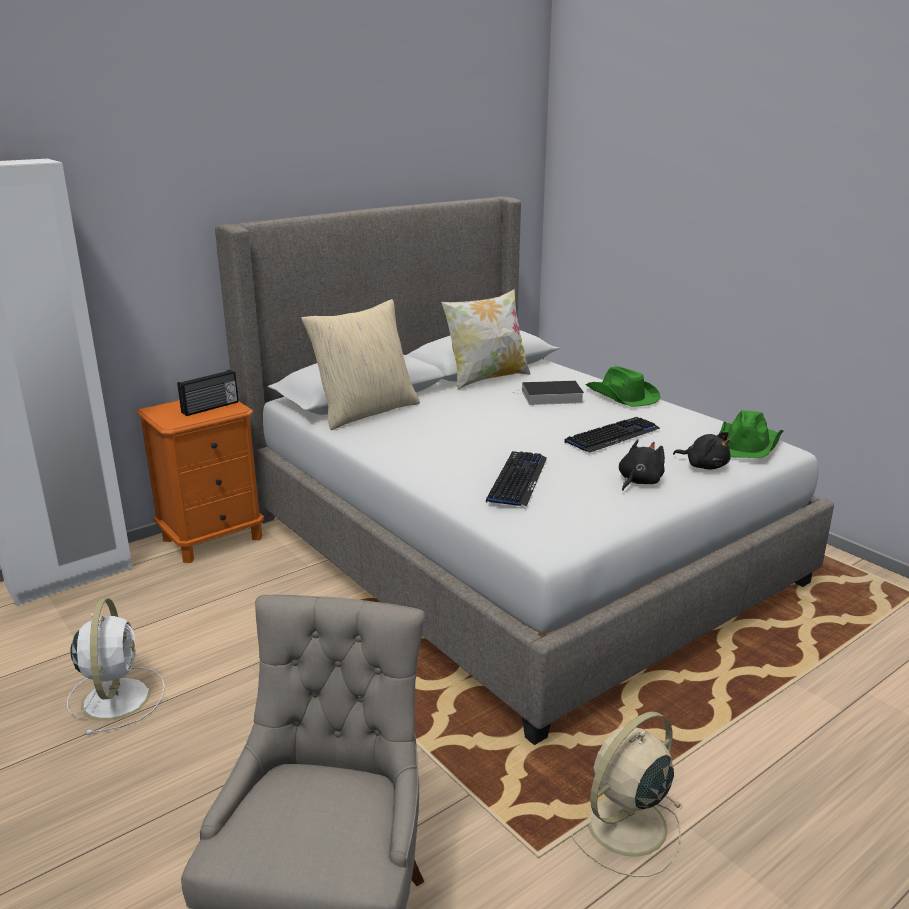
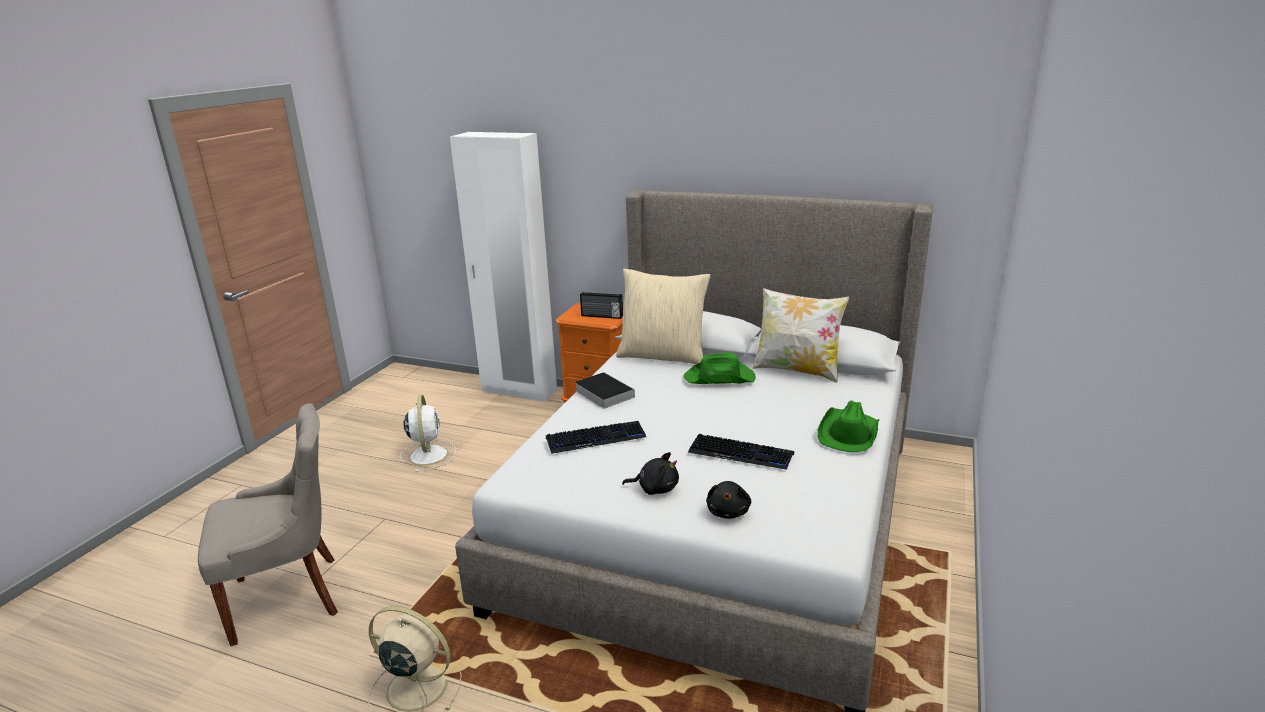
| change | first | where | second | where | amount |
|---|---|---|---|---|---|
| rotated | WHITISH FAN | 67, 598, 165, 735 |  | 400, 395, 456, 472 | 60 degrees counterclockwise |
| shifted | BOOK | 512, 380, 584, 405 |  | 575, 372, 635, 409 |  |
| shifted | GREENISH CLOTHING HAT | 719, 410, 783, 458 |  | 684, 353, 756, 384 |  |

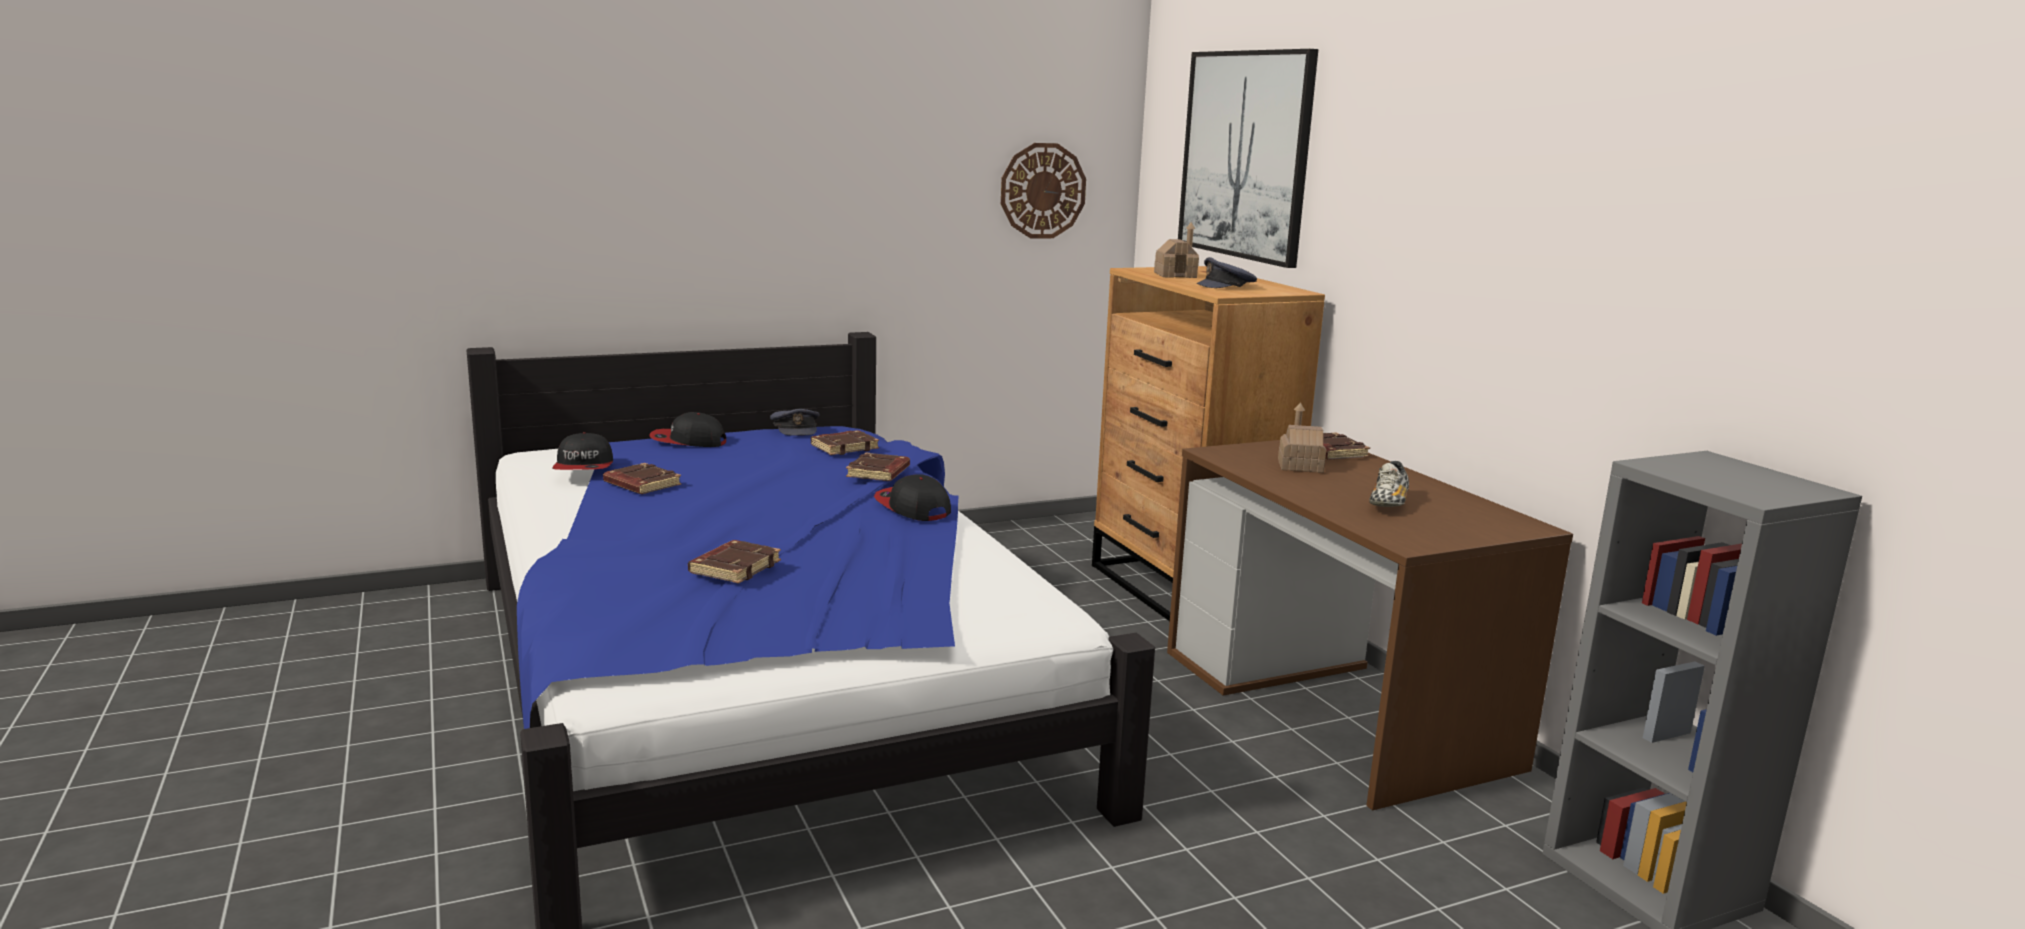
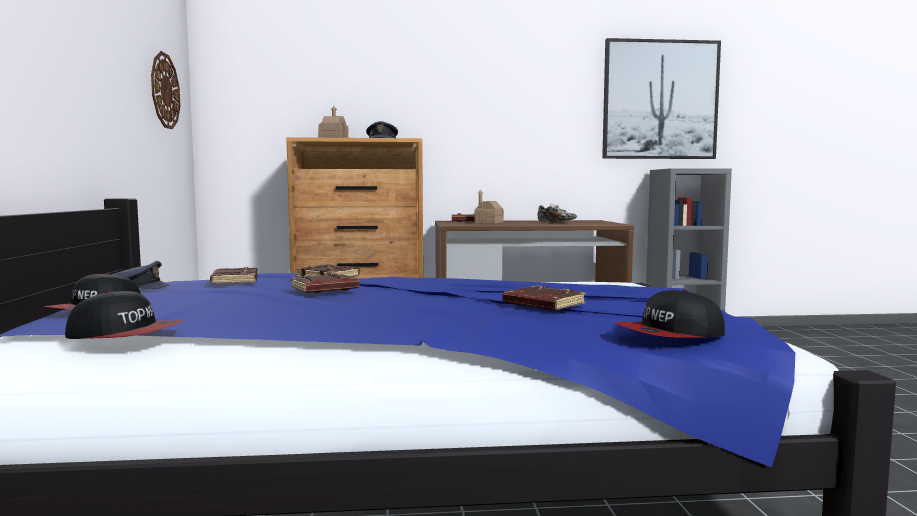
| change | first | where | second | where | amount |
|---|---|---|---|---|---|
| shifted | BROWN-COLOURED BOOK | 603, 463, 681, 494 |  | 291, 273, 359, 293 |  |
| shifted | PEAKED CAP | 874, 474, 951, 521 |  | 614, 290, 725, 338 |  |
| shifted | WALL ART | 1178, 49, 1318, 268 |  | 602, 38, 721, 159 |  |

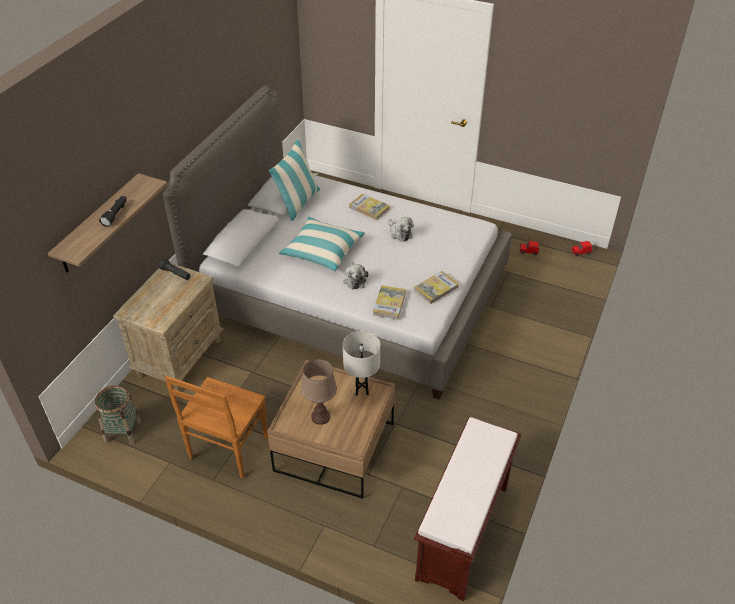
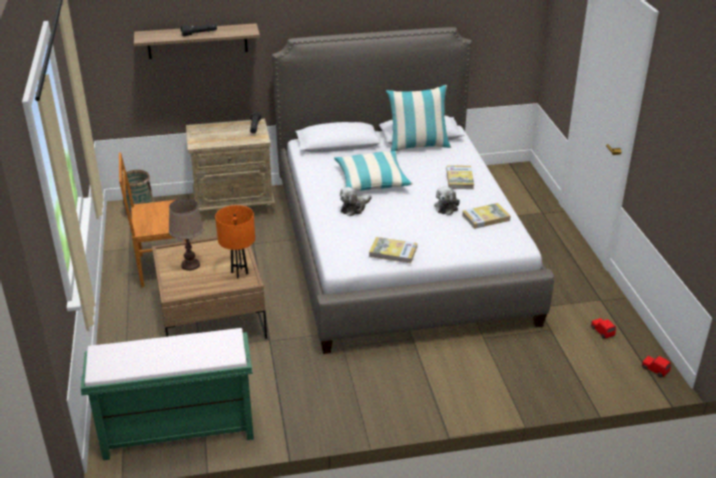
| change | first | where | second | where | amount |
|---|---|---|---|---|---|
| repainted | WHITISH TABLE LAMP | 343, 331, 381, 396 | ORANGE TABLE LAMP | 215, 205, 255, 279 |  |
| shifted | BOOK | 373, 285, 406, 319 |  | 462, 203, 511, 229 |  |
| repainted | BROWN-COLOURED INDOOR BENCH | 414, 417, 521, 601 | GREENISH INDOOR BENCH | 81, 328, 254, 460 |  |

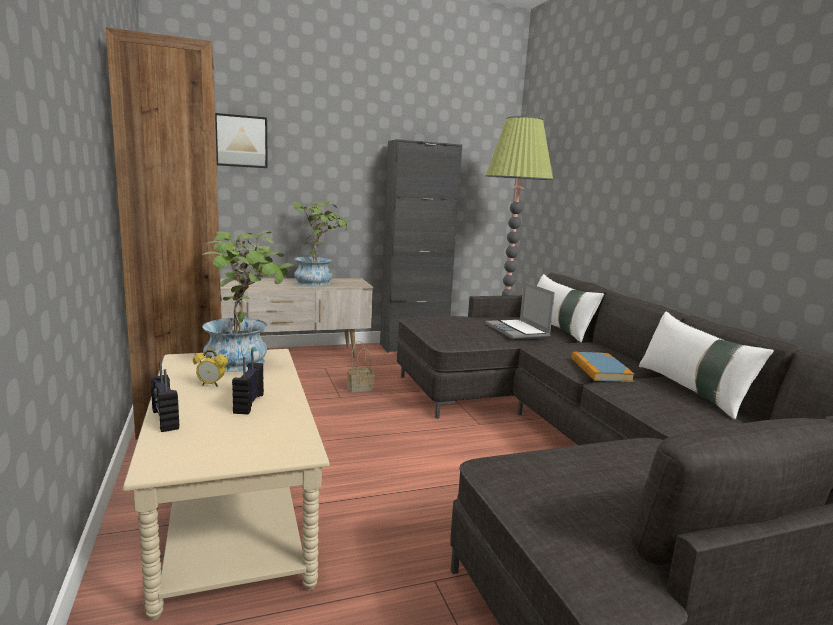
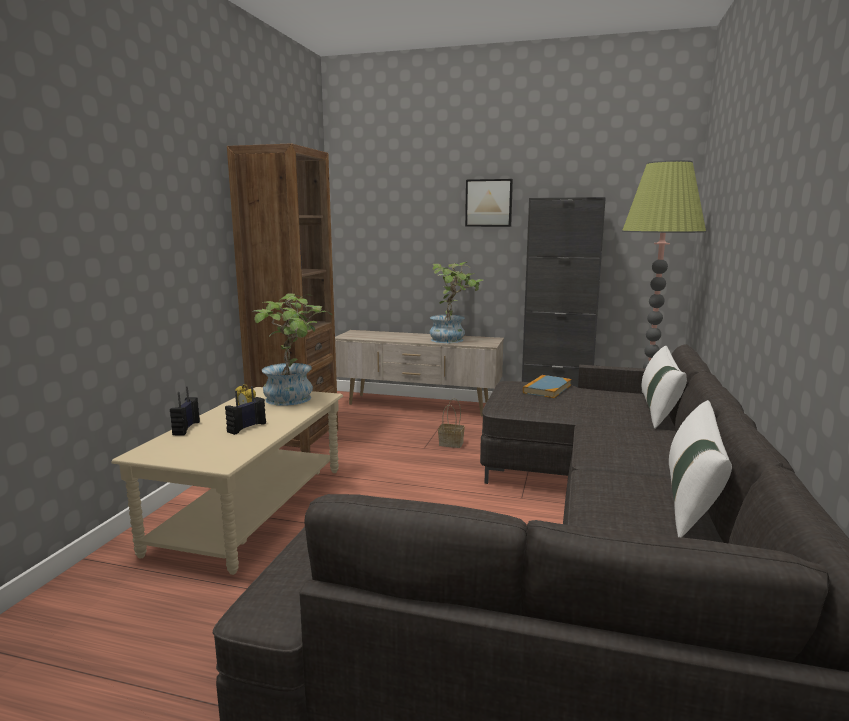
| change | first | where | second | where | amount |
|---|---|---|---|---|---|
| shifted | WALL ART | 215, 113, 268, 168 |  | 465, 179, 513, 227 |  |
| gone | LAPTOP | 486, 282, 555, 339 |  |  |  |
| shifted | BOOK | 572, 352, 635, 382 |  | 523, 375, 571, 398 |  |

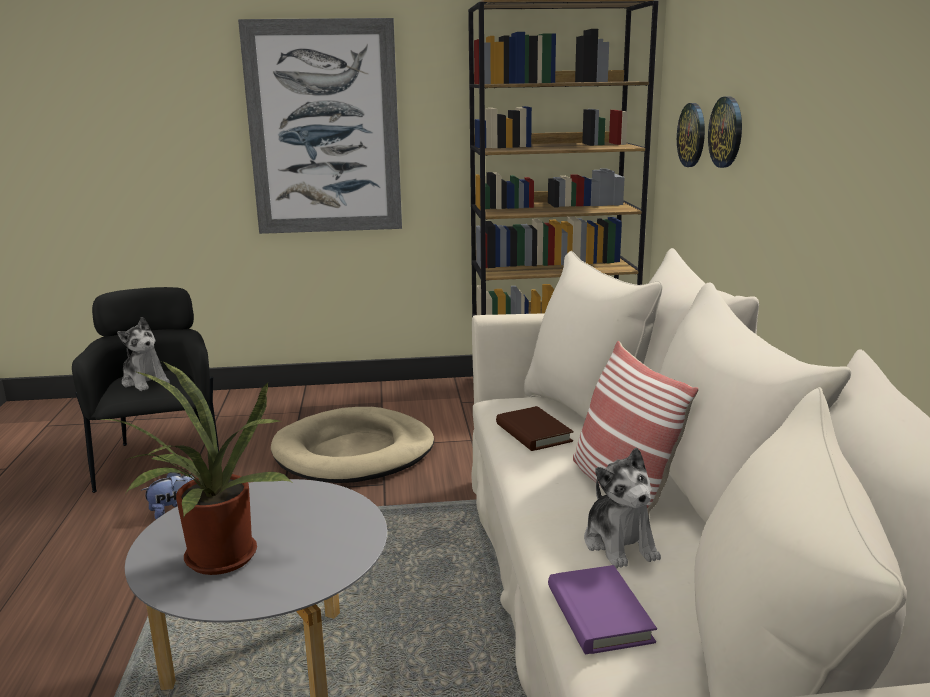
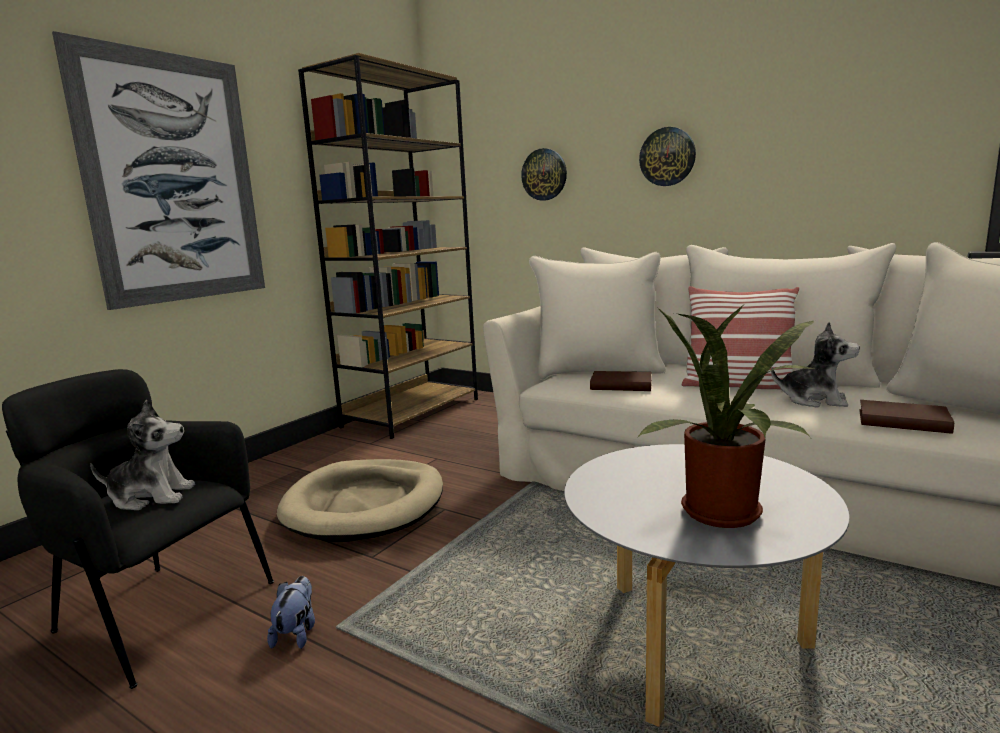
| change | first | where | second | where | amount |
|---|---|---|---|---|---|
| repainted | PURPLE BOOK | 548, 565, 657, 654 | BROWN-COLOURED BOOK | 859, 400, 954, 434 |  |
| shifted | CLOCK ON THE WALL | 677, 103, 705, 167 |  | 639, 127, 696, 186 |  |

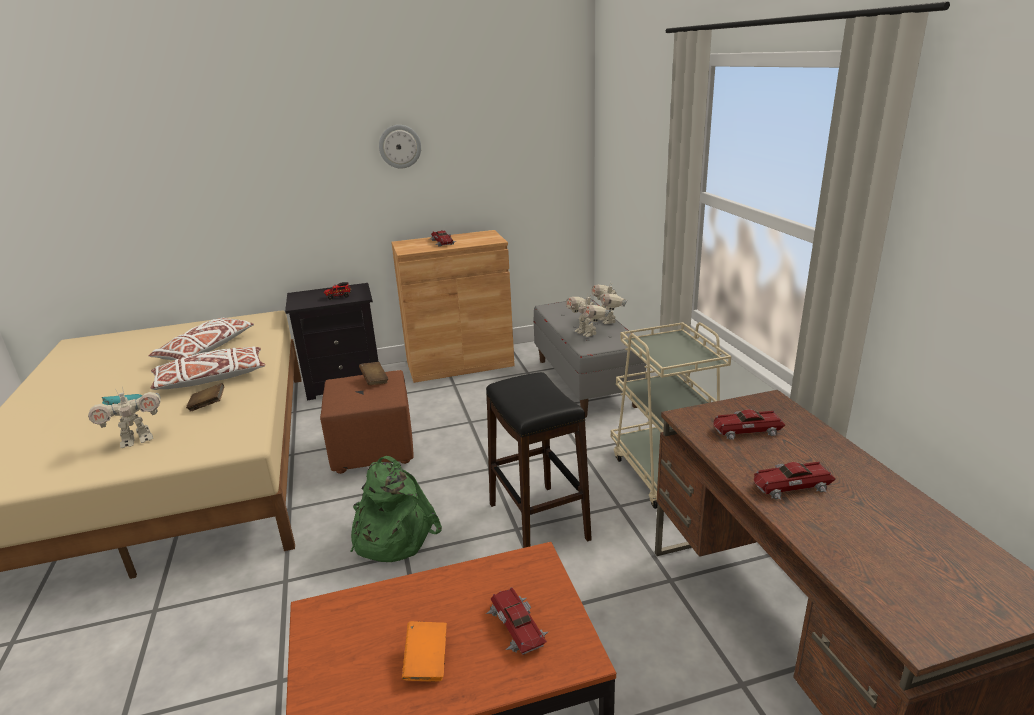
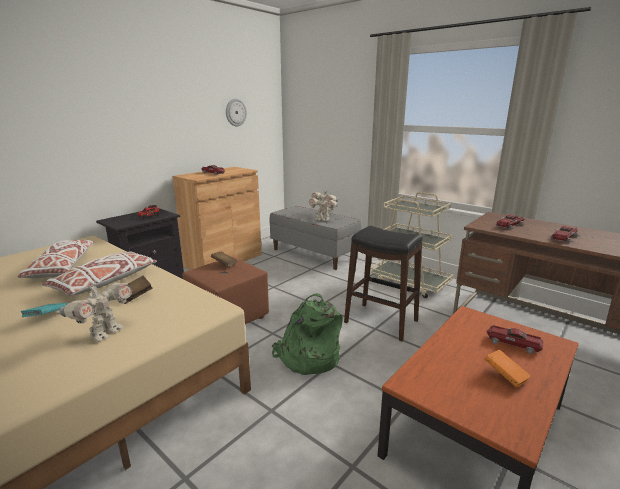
| change | first | where | second | where | amount |
|---|---|---|---|---|---|
| shifted | CLOCK ON THE WALL | 379, 125, 421, 169 |  | 226, 98, 247, 126 |  |

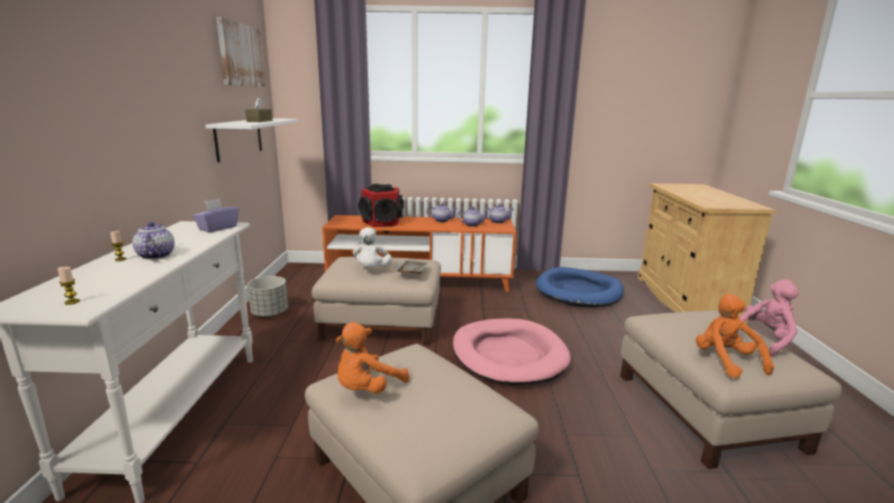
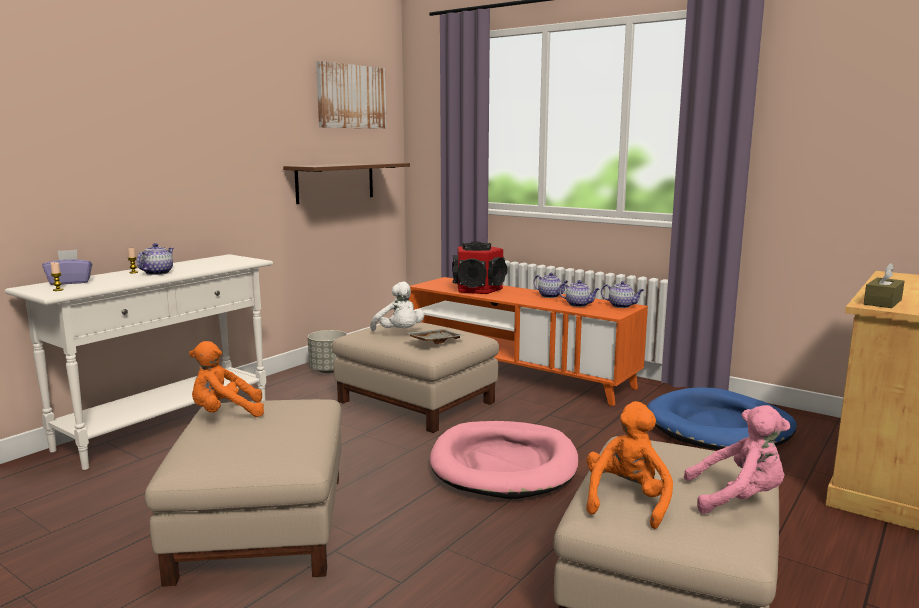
| change | first | where | second | where | amount |
|---|---|---|---|---|---|
| shifted | PURPLE BOX OF TISSUES | 193, 198, 239, 232 |  | 42, 249, 92, 285 |  |
| repainted | WHITISH WALL SHELF | 205, 118, 298, 162 | BROWN-COLOURED WALL SHELF | 283, 162, 410, 204 |  |
| shifted | BROWN-COLOURED BOX OF TISSUES | 245, 97, 273, 122 |  | 864, 263, 905, 308 |  |
| rotated | WHITISH CUDDLY TOY | 353, 227, 392, 267 |  | 370, 282, 424, 331 | 75 degrees counterclockwise |

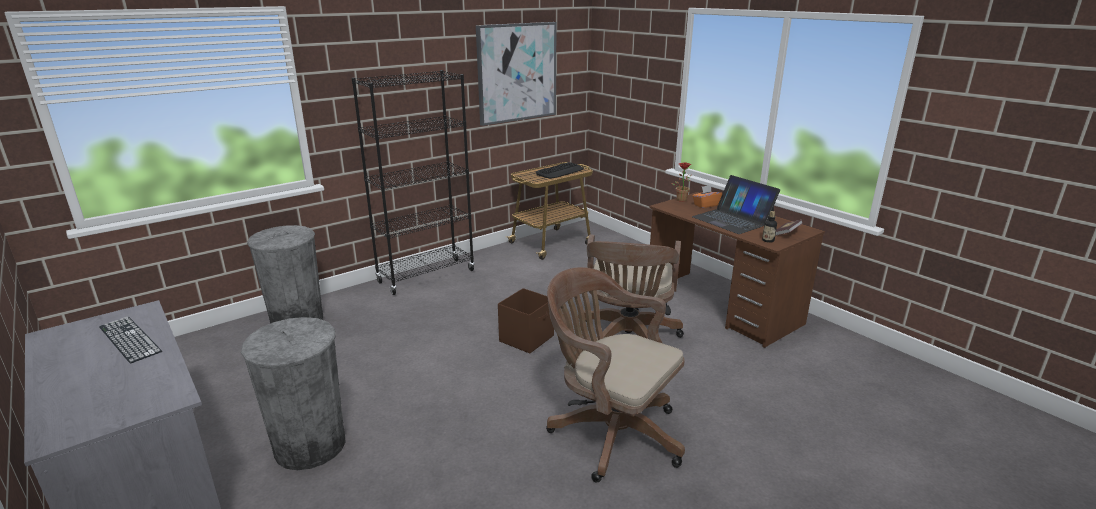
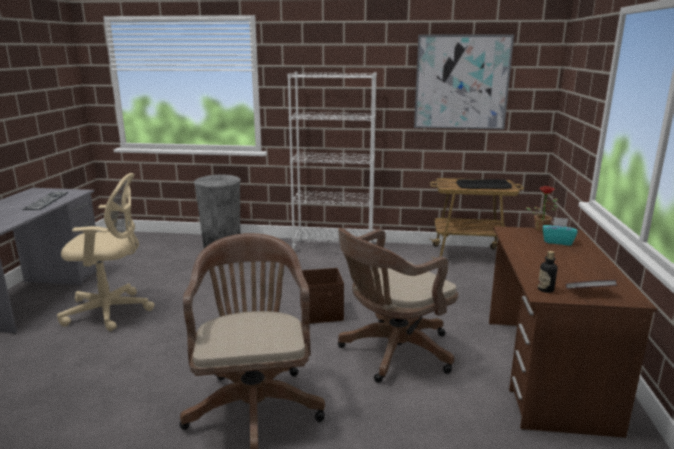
| change | first | where | second | where | amount |
|---|---|---|---|---|---|
| swapped | GRAY WASTE BIN | 241, 317, 346, 470 | SAND-COLOURED OFFICE CHAIR | 57, 173, 155, 331 |  |
| repainted | BLACK-COLOURED BOOKSHELF | 352, 70, 475, 295 | WHITISH BOOKSHELF | 287, 72, 377, 251 |  |
| gone | LAPTOP | 692, 175, 780, 234 |  |  |  |
| repainted | ORANGE BOX OF TISSUES | 693, 185, 722, 208 | TURQUOISE-COLOURED BOX OF TISSUES | 543, 217, 578, 245 |  |

